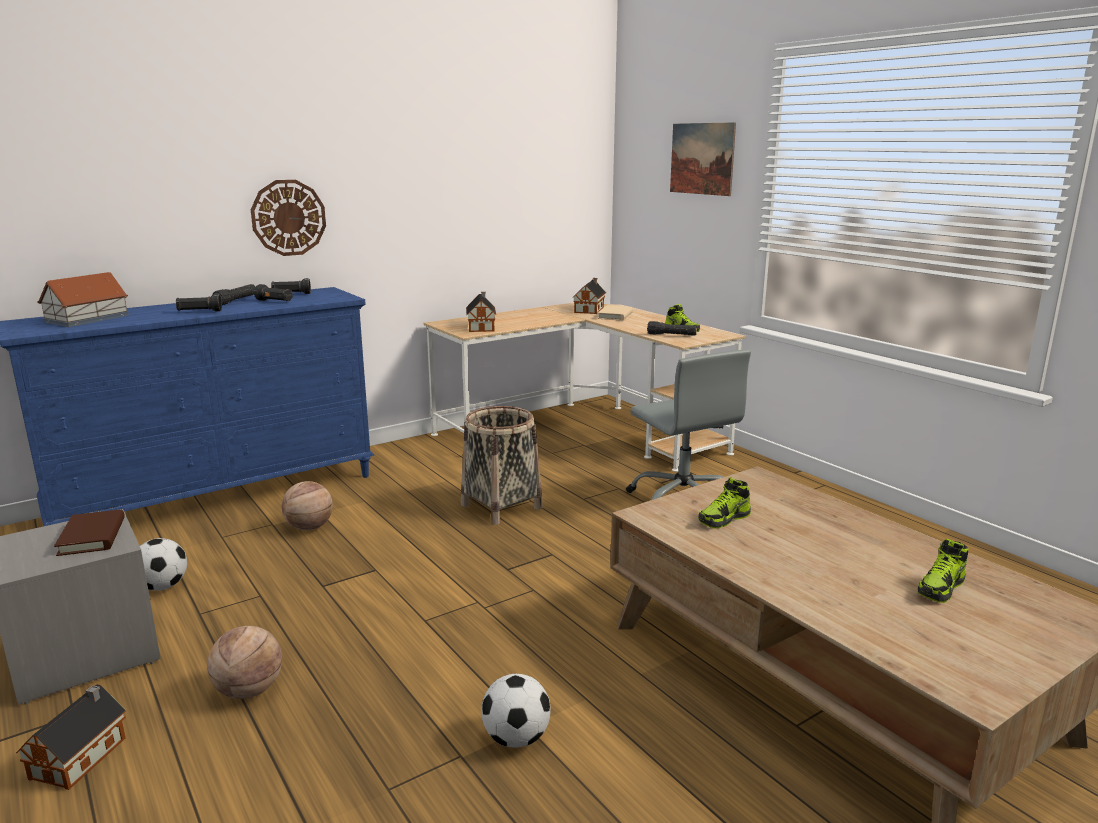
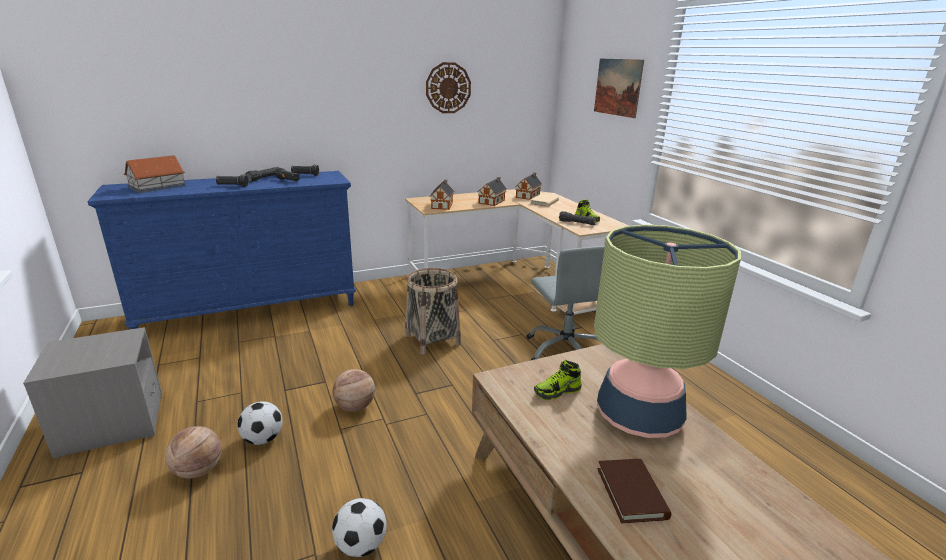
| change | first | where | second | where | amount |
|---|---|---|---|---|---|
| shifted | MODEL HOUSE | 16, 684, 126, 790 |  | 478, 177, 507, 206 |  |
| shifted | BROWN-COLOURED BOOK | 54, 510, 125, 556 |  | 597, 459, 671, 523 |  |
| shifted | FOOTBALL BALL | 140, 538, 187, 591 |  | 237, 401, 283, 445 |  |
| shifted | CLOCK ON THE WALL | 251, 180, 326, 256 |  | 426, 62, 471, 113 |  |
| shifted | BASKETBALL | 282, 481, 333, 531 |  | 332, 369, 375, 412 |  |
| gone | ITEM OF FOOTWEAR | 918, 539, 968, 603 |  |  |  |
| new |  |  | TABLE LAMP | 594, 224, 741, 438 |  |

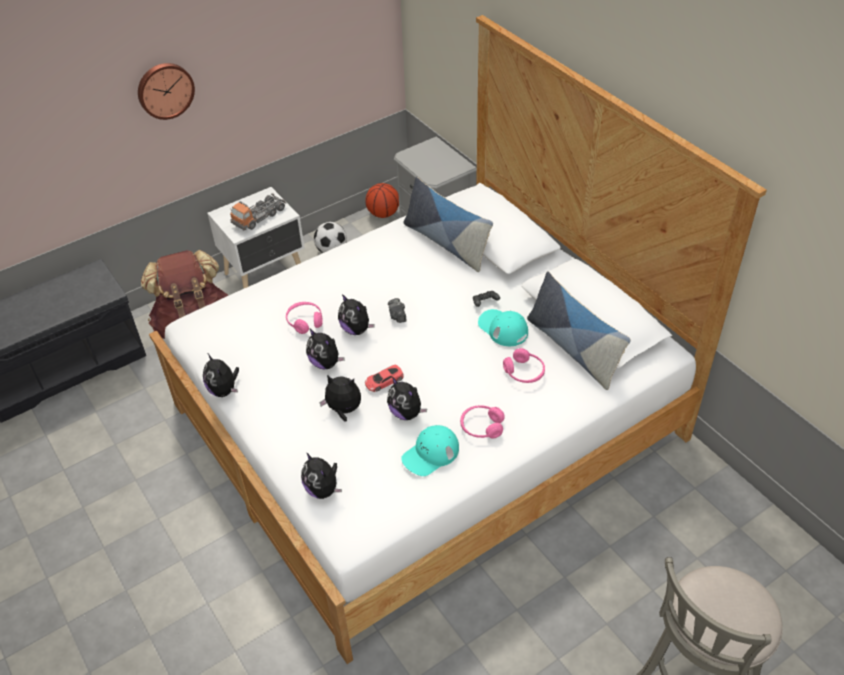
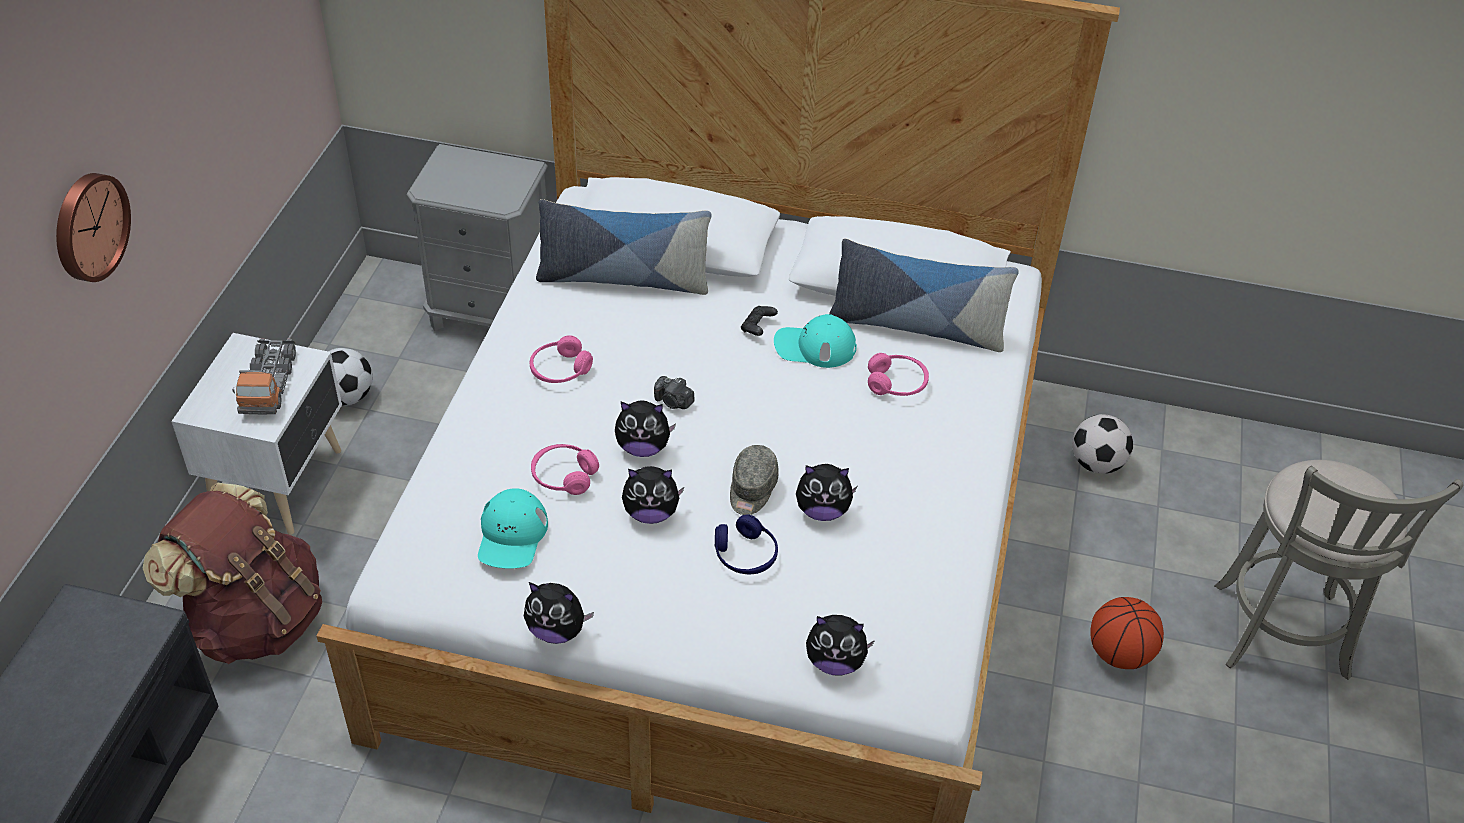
| change | first | where | second | where | amount |
|---|---|---|---|---|---|
| swapped | CUDDLY TOY | 319, 375, 361, 422 | BLUISH PAIR OF HEADPHONES | 715, 514, 778, 574 |  |
| swapped | RED-COLOURED MODEL CAR | 365, 365, 404, 392 | GRAY PEAKED CAP | 730, 445, 779, 515 |  |
| shifted | BASKETBALL | 366, 183, 399, 218 |  | 1090, 597, 1164, 669 |  |
| shifted | TURQUOISE-COLOURED PEAKED CAP | 401, 425, 459, 476 |  | 478, 488, 548, 569 |  |
| shifted | PINK PAIR OF HEADPHONES | 460, 405, 505, 439 |  | 530, 335, 593, 383 |  |
| new |  |  | FOOTBALL BALL | 1072, 414, 1133, 474 |  |

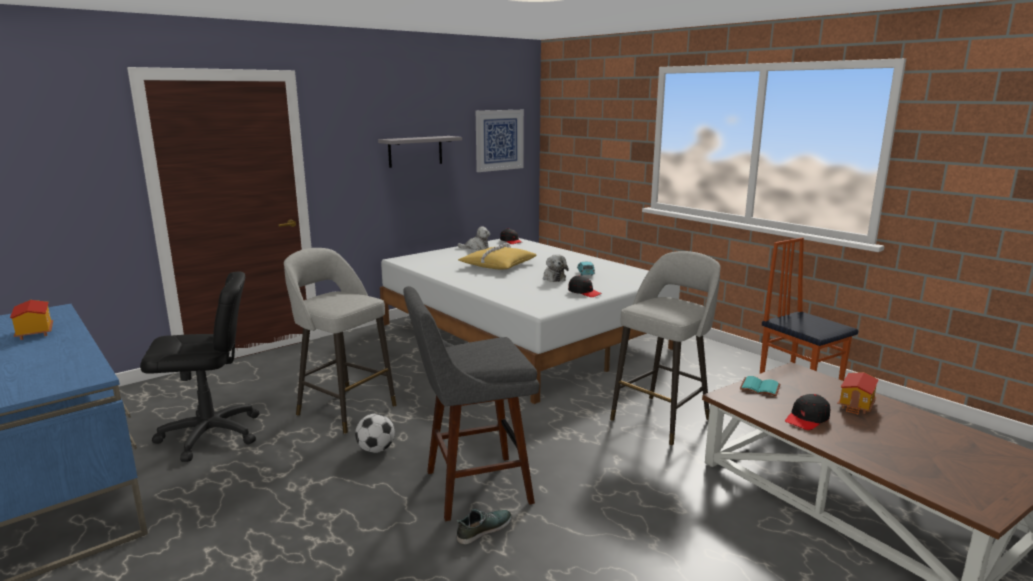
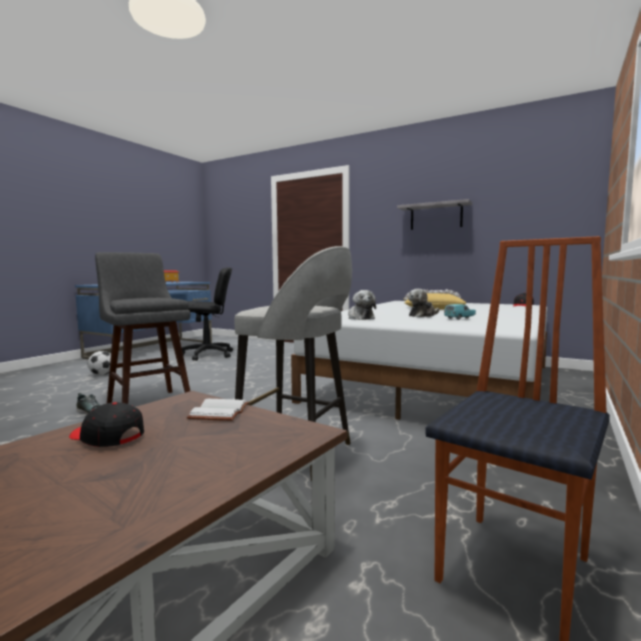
| change | first | where | second | where | amount |
|---|---|---|---|---|---|
| rotated | BLACK-COLOURED OFFICE CHAIR | 140, 271, 259, 462 |  | 182, 267, 233, 361 | 60 degrees counterclockwise |
| gone | GRAY STOOL SEAT | 284, 248, 397, 434 |  |  |  |
| shifted | FOOTBALL BALL | 355, 413, 395, 453 |  | 88, 351, 111, 375 |  |
| shifted | CUDDLY TOY | 458, 227, 491, 250 |  | 348, 290, 376, 320 |  |
| gone | WALL ART | 476, 110, 524, 172 |  |  |  |
| gone | BLACK-COLOURED PEAKED CAP | 568, 275, 602, 297 |  |  |  |
| repainted | TURQUOISE-COLOURED BOOK | 740, 376, 780, 396 | WHITISH BOOK | 187, 399, 250, 421 |  |
| gone | MODEL HOUSE | 837, 372, 879, 414 |  |  |  |

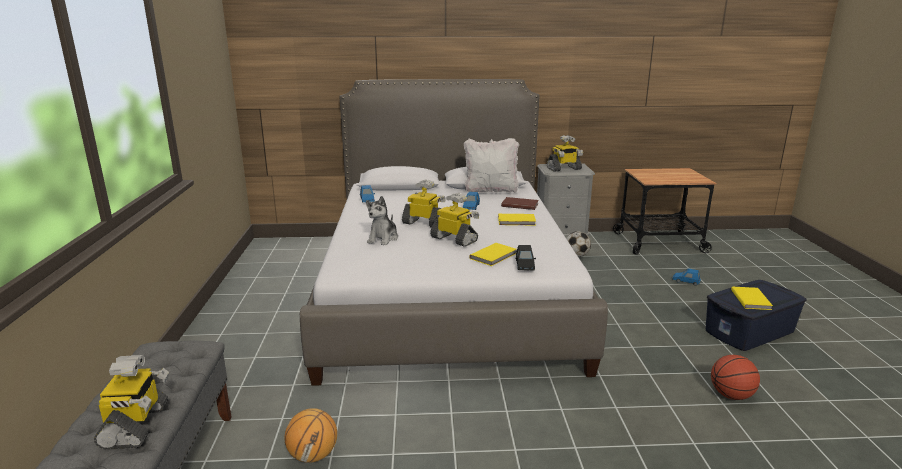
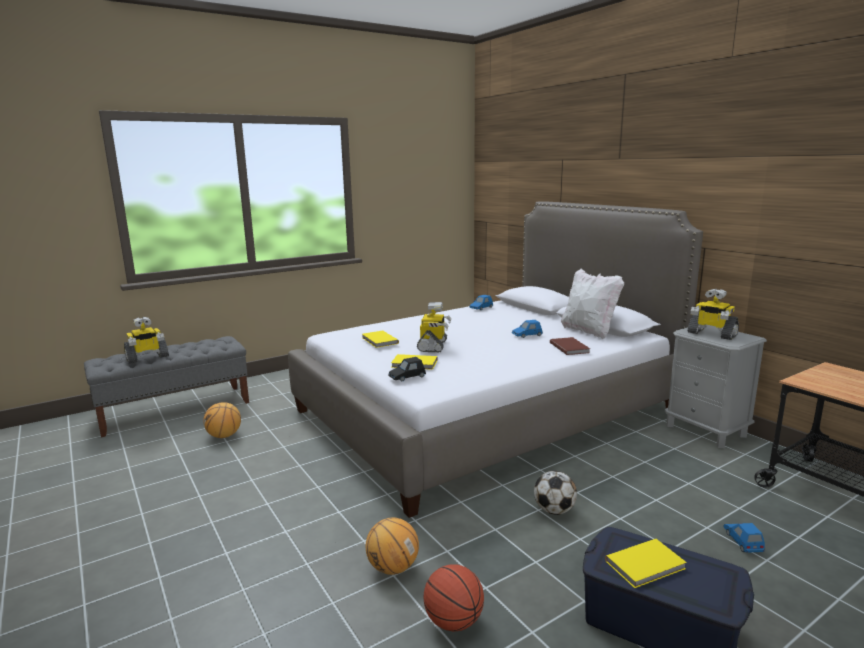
| change | first | where | second | where | amount |
|---|---|---|---|---|---|
| gone | CUDDLY TOY | 366, 196, 398, 245 |  |  |  |
| gone | ROBOT FIGURE | 402, 179, 446, 227 |  |  |  |
| shifted | YELLOW-COLOURED BOOK | 498, 214, 536, 226 |  | 362, 330, 399, 348 |  |
| shifted | FOOTBALL BALL | 566, 231, 591, 257 |  | 534, 471, 577, 515 |  |
| new |  |  | BASKETBALL | 366, 517, 419, 575 |  |

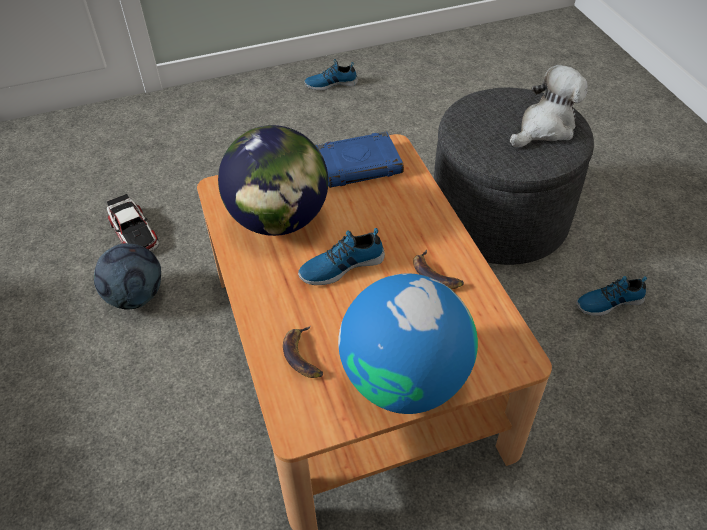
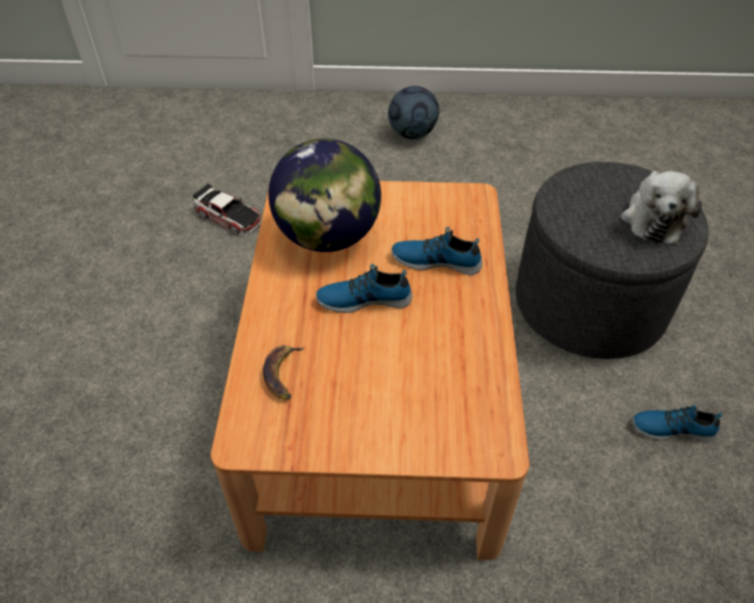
| change | first | where | second | where | amount |
|---|---|---|---|---|---|
| shifted | FOOTBALL BALL | 94, 243, 161, 309 |  | 388, 86, 439, 140 |  |
| rotated | MODEL CAR | 107, 194, 159, 251 |  | 193, 183, 262, 236 | 45 degrees counterclockwise |
| shifted | ITEM OF FOOTWEAR | 304, 59, 358, 90 |  | 391, 227, 483, 275 |  |
| gone | BLUISH BOOK | 316, 131, 404, 188 |  |  |  |
| gone | DESK GLOBE | 338, 273, 478, 414 |  |  |  |
| gone | WHOLE BANANA | 413, 249, 464, 289 |  |  |  |
| rotated | CUDDLY TOY | 510, 65, 588, 147 |  | 621, 171, 702, 244 | 120 degrees clockwise |

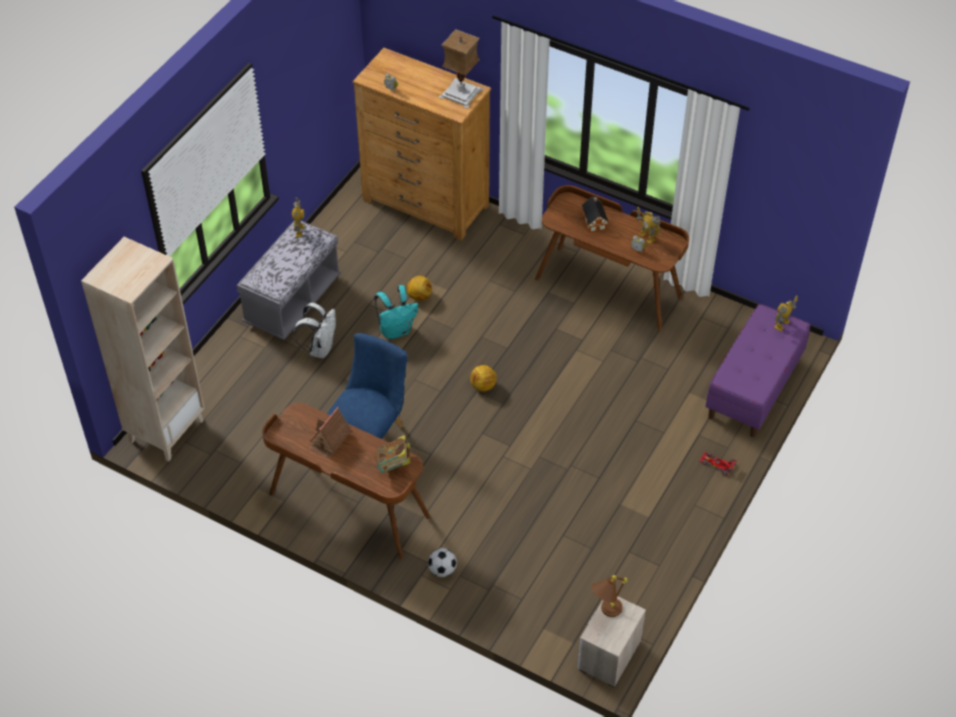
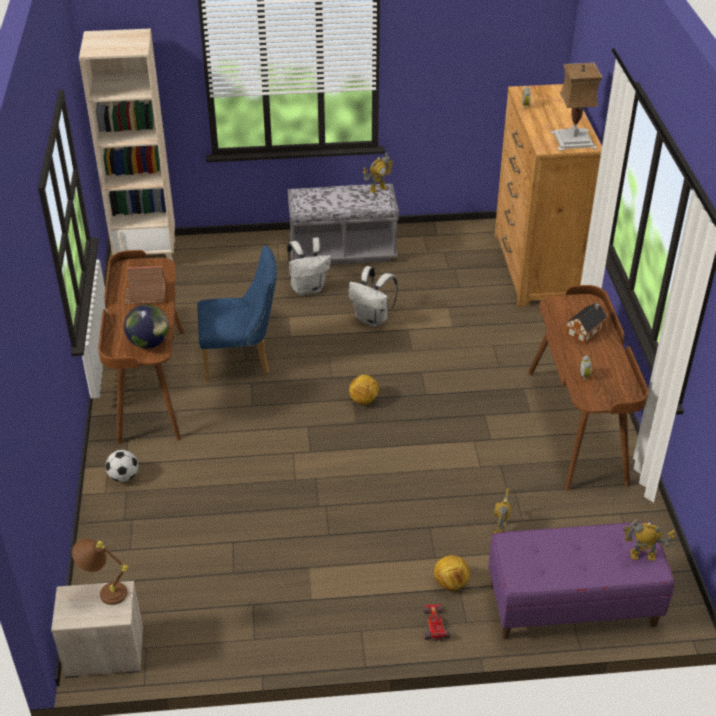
| change | first | where | second | where | amount |
|---|---|---|---|---|---|
| repainted | TURQUOISE-COLOURED RUCKSACK | 374, 285, 418, 339 | WHITISH RUCKSACK | 348, 266, 398, 327 |  |
| swapped | BOOK | 377, 435, 410, 473 | DESK GLOBE | 124, 304, 169, 349 |  |
| shifted | FOOTBALL BALL | 407, 276, 432, 301 |  | 434, 555, 470, 591 |  |
| shifted | ROBOT FIGURE | 636, 207, 661, 244 |  | 494, 488, 511, 533 |  |

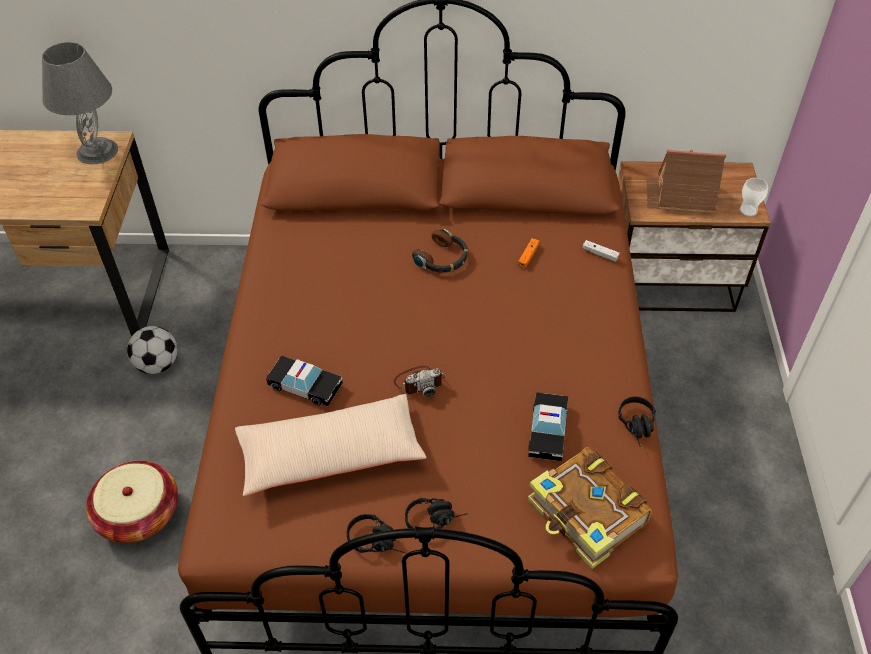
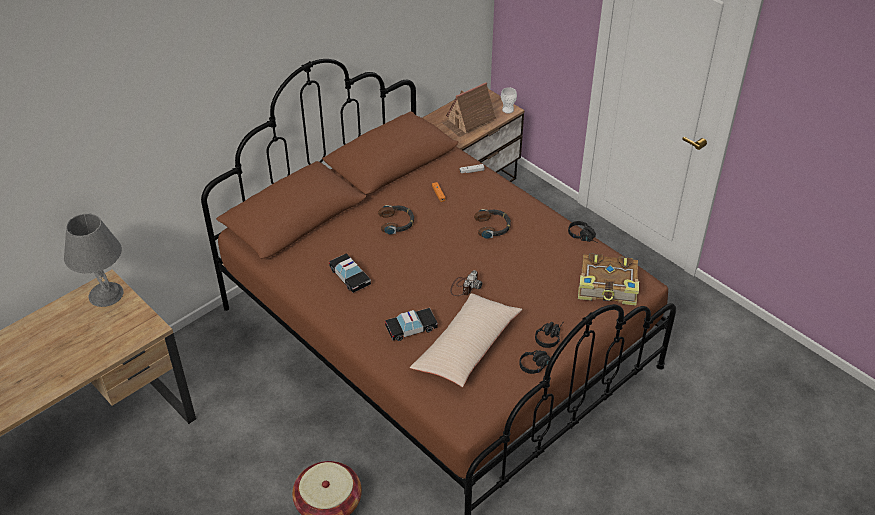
| change | first | where | second | where | amount |
|---|---|---|---|---|---|
| gone | FOOTBALL BALL | 127, 326, 177, 374 |  |  |  |
| shifted | MODEL CAR | 528, 392, 568, 461 |  | 329, 253, 371, 293 |  |
| new |  |  | PAIR OF HEADPHONES | 474, 209, 511, 239 |  |

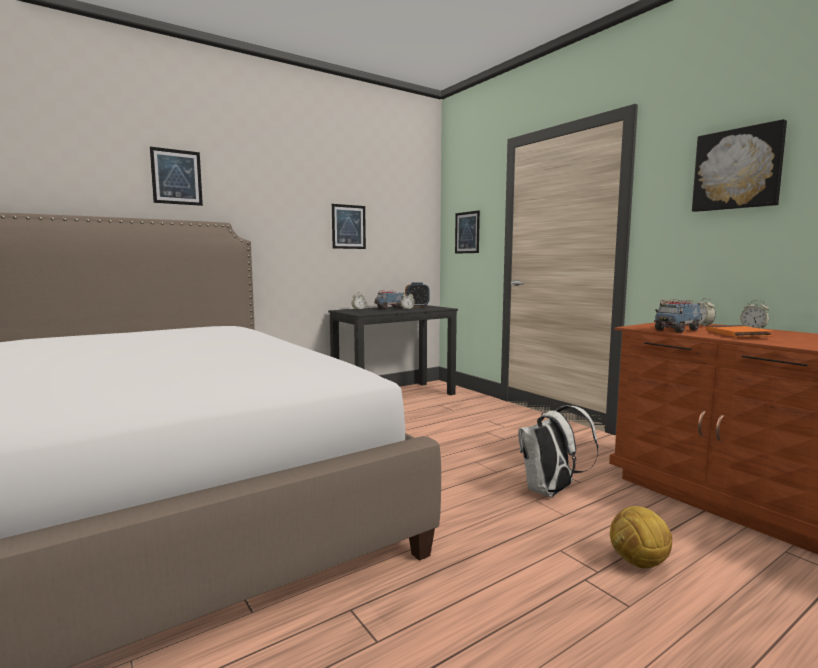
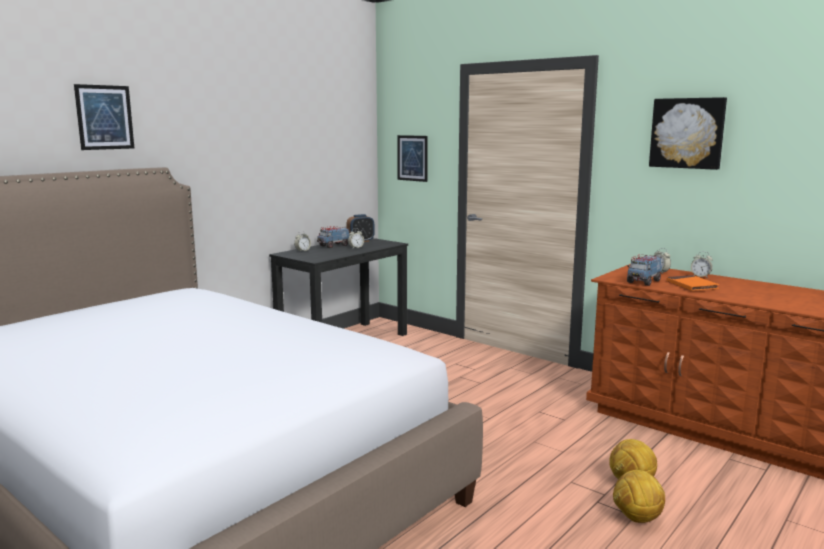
| change | first | where | second | where | amount |
|---|---|---|---|---|---|
| gone | WALL ART | 332, 204, 366, 249 |  |  |  |
| gone | WHITISH RUCKSACK | 518, 405, 598, 497 |  |  |  |
| new |  |  | FOOTBALL BALL | 613, 470, 665, 523 |  |

